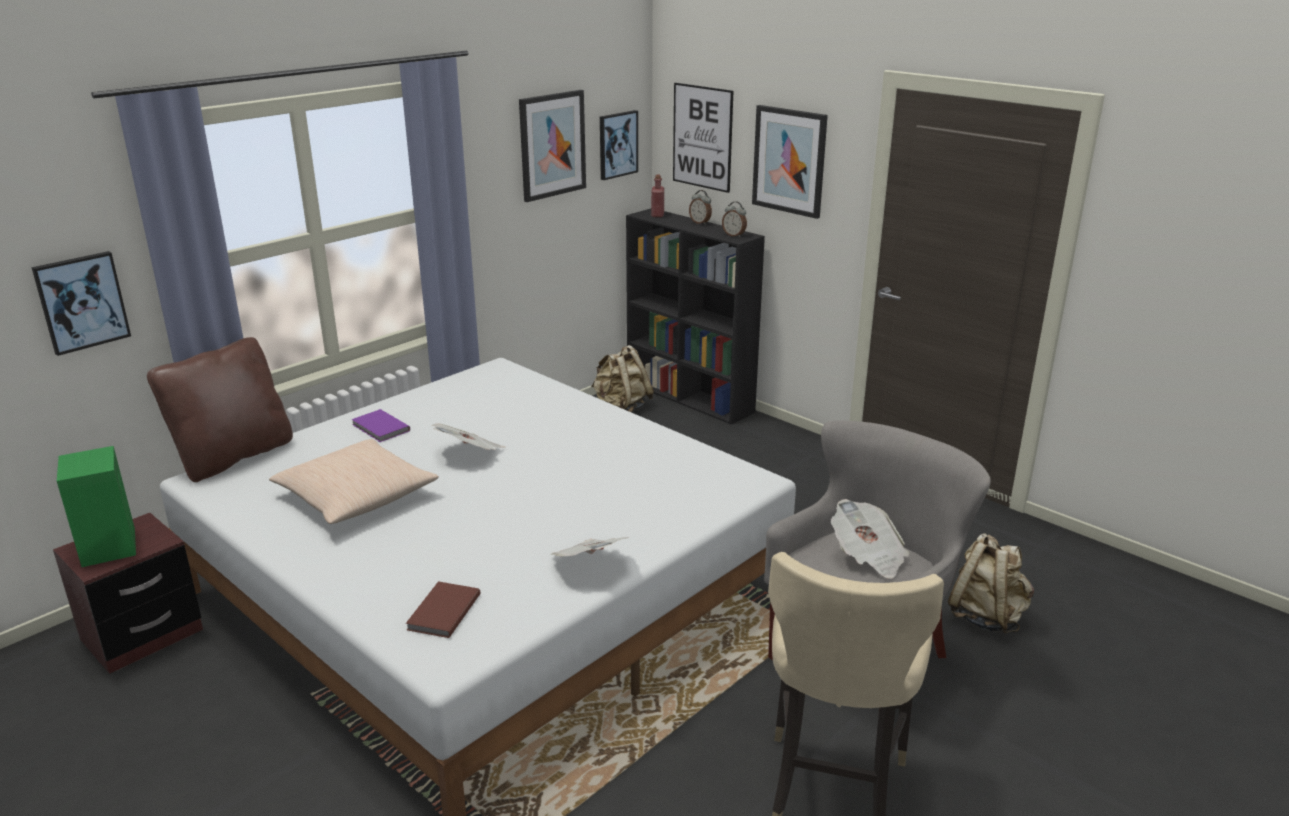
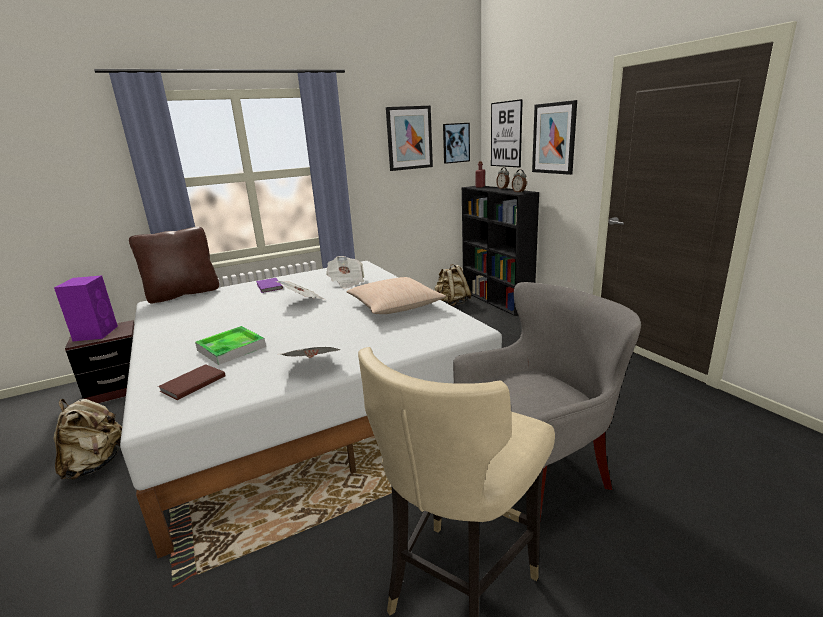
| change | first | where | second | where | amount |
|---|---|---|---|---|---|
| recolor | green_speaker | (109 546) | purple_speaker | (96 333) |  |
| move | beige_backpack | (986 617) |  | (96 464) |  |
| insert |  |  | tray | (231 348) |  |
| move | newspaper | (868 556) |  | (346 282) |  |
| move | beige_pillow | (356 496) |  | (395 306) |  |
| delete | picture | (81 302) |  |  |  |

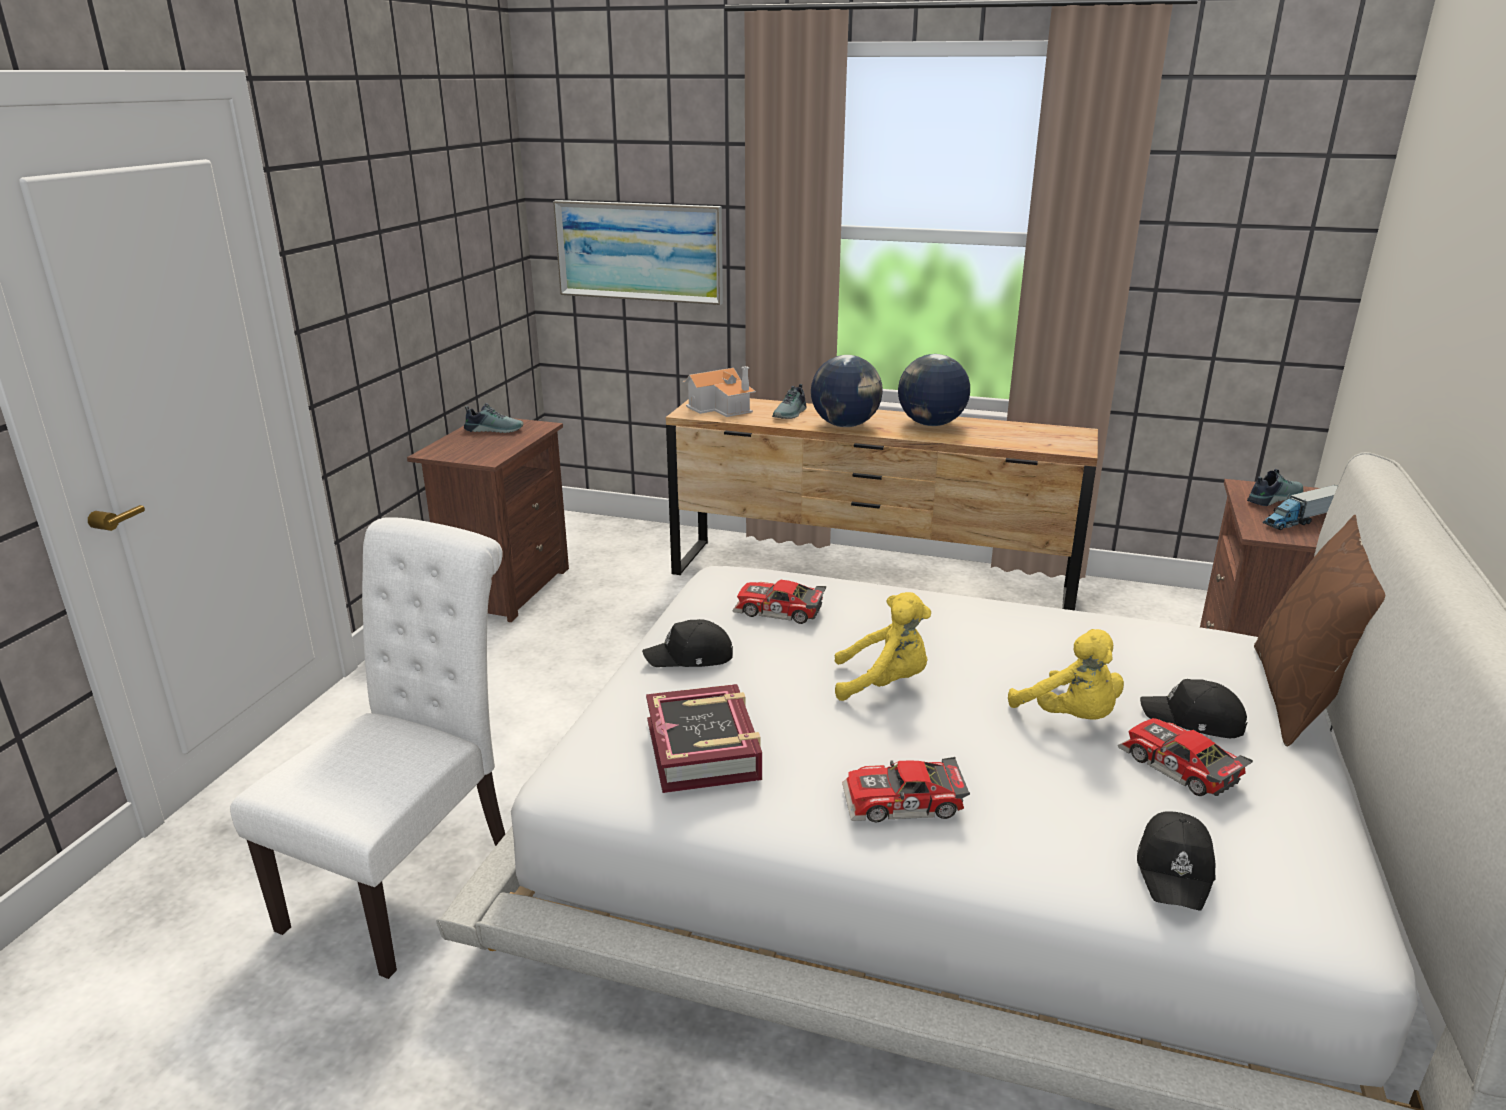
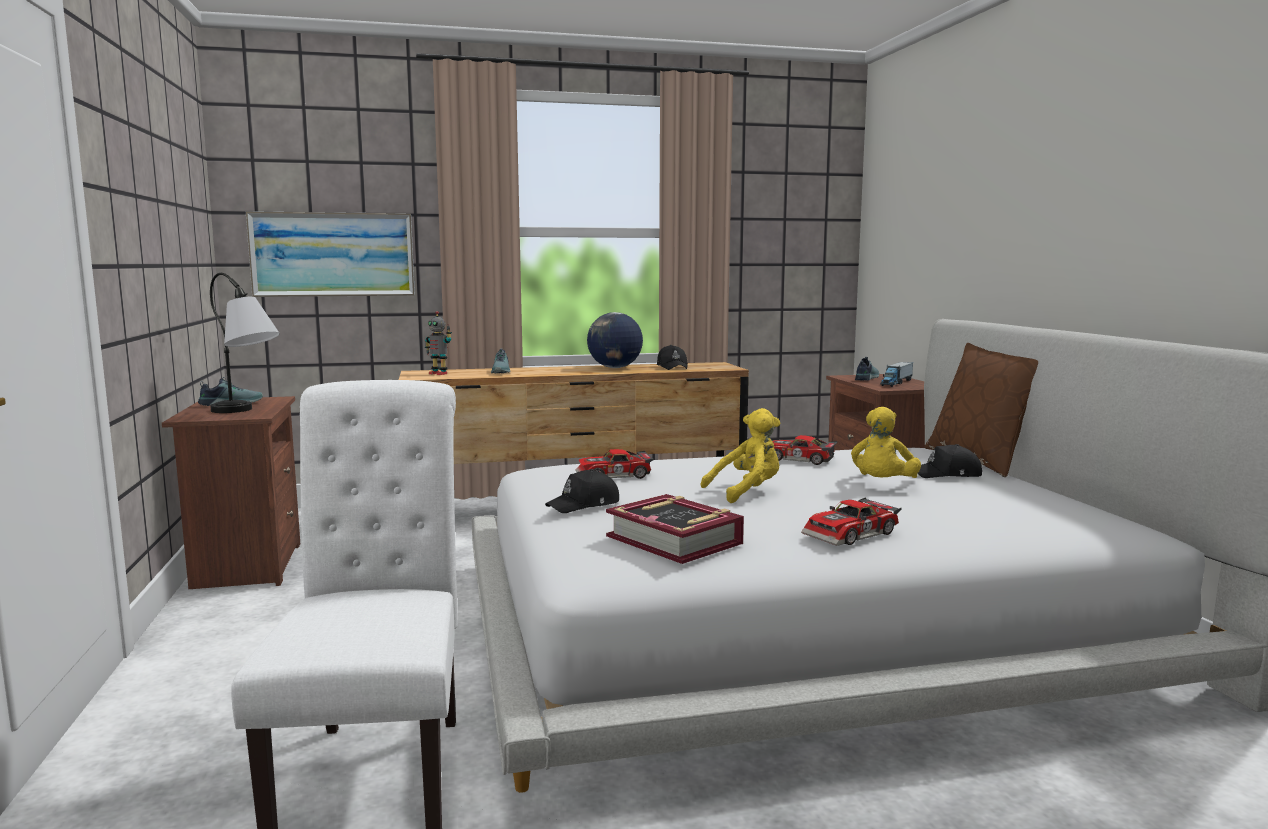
| change | first | where | second | where | amount |
|---|---|---|---|---|---|
| insert |  |  | table_lamp | (246 412) |  |
| replace | toy_house | (722 408) | toy_robot | (439 373) |  |
| move | black_cap | (1175 870) |  | (672 367) |  |
| move | toy_car | (1178 768) |  | (798 459) |  |
| rotate | yellow_plush_toy | (1070 718) |  | (883 485) | 90 degrees clockwise |
| delete | globe | (845 425) |  |  |  |

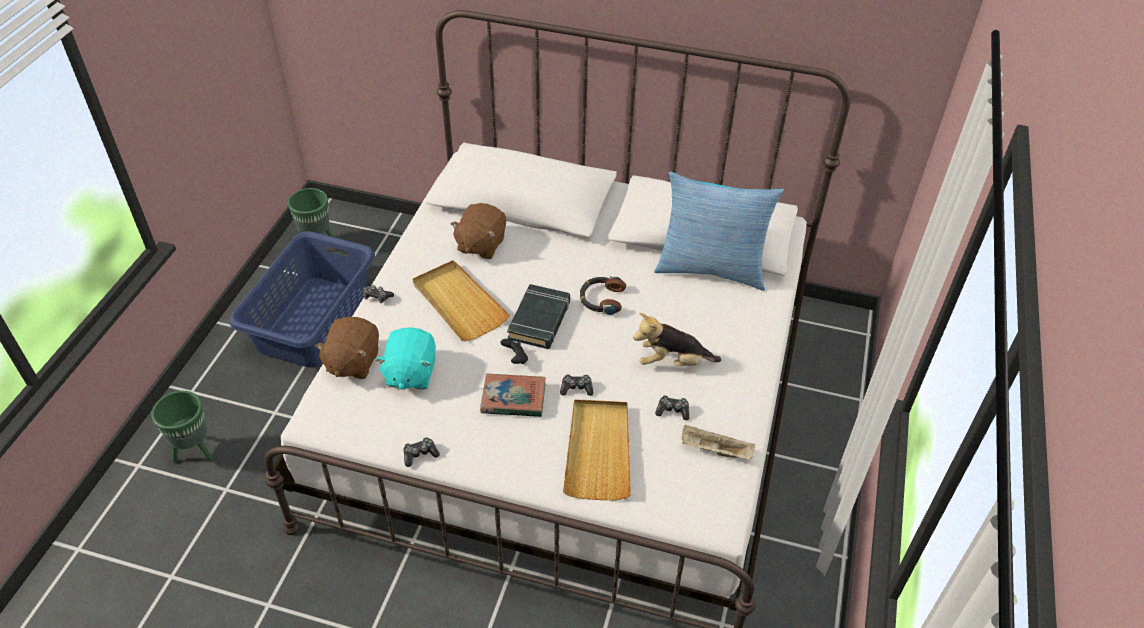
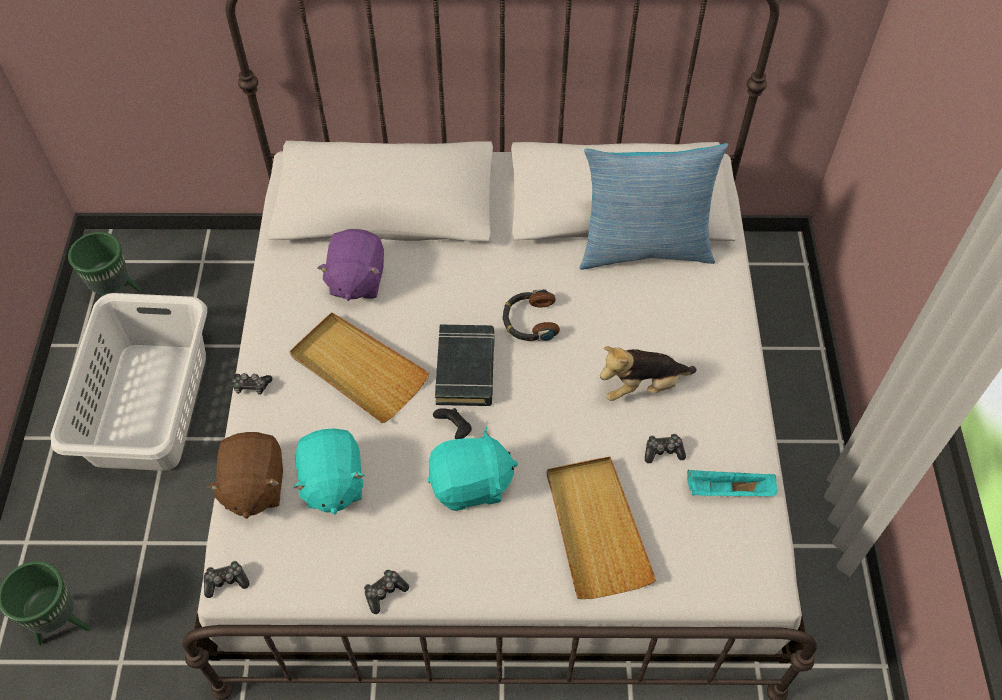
| change | first | where | second | where | amount |
|---|---|---|---|---|---|
| recolor | blue_laundry_basket | (314 321) | white_laundry_basket | (151 405) |  |
| move | game_controller | (576 388) |  | (226 581) |  |
| recolor | brown_plush_toy | (480 245) | purple_plush_toy | (356 280) |  |
| replace | book | (513 398) | turquoise_plush_toy | (471 485) |  |
| recolor | beige_tray | (714 450) | turquoise_tray | (727 491) |  |

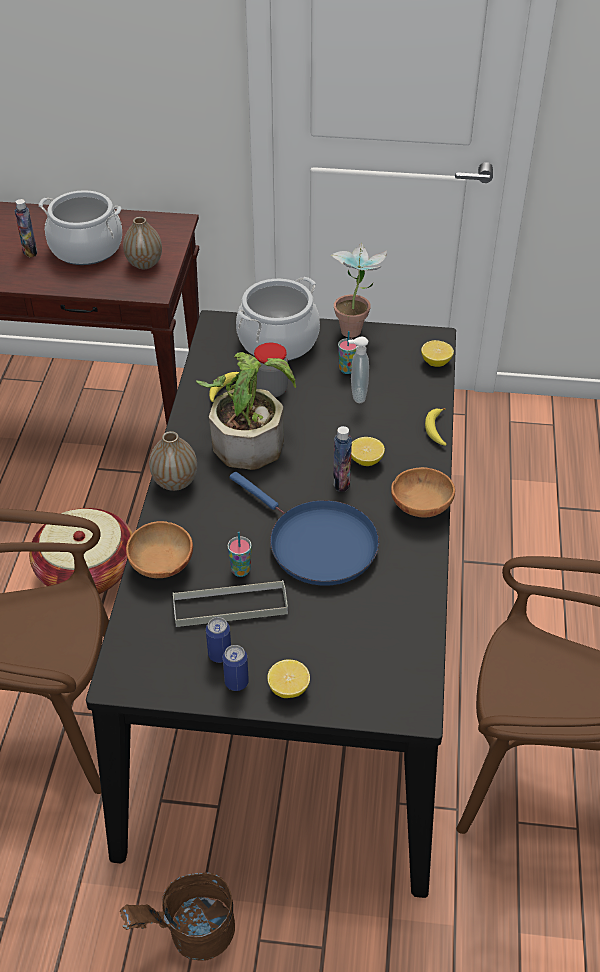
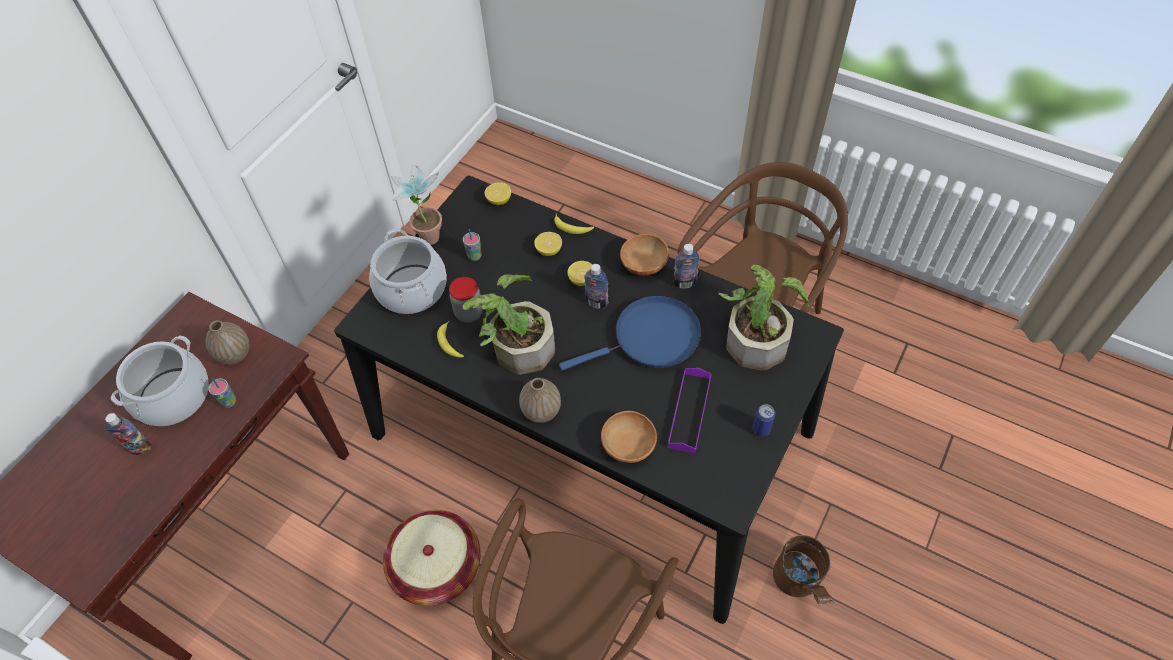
| change | first | where | second | where | amount |
|---|---|---|---|---|---|
| move | cup | (240 570) |  | (229 402) |  |
| move | lemon | (288 688) |  | (549 250) |  |
| recolor | grey_tray | (230 606) | purple_tray | (689 412) |  |
| insert |  |  | bottle | (684 283) |  |
| insert |  |  | potted_plant | (757 336) |  |
| delete | can | (220 654) |  |  |  |
| delete | soap_dispenser | (356 395) |  |  |  |

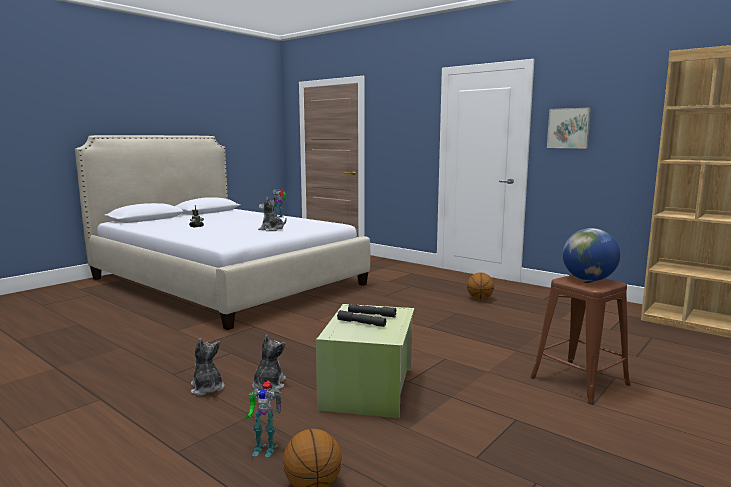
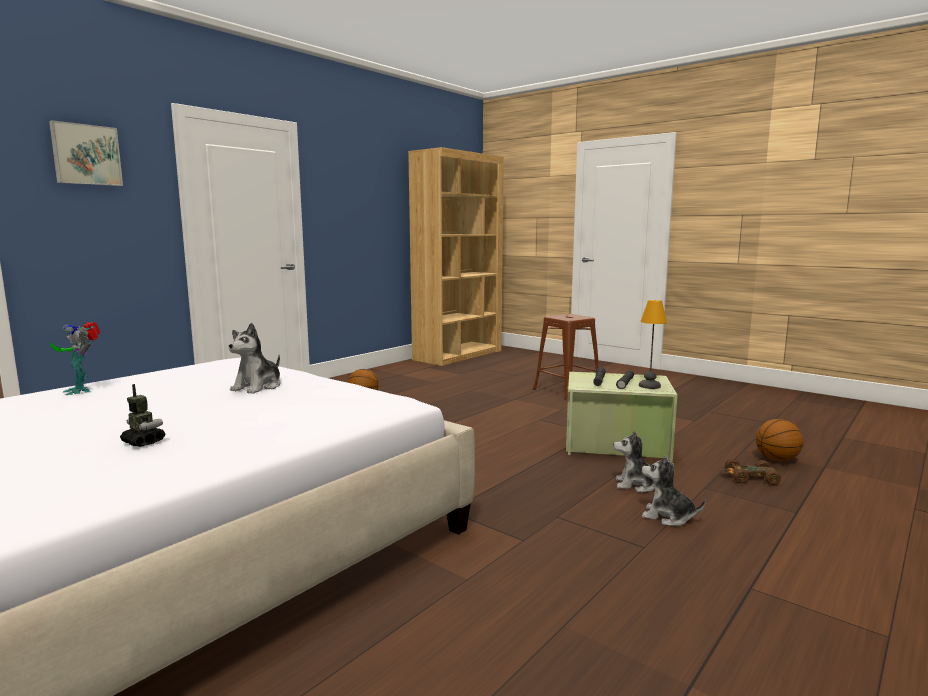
| change | first | where | second | where | amount |
|---|---|---|---|---|---|
| move | picture | (569 128) |  | (86 155) |  |
| insert |  |  | table_lamp | (648 386) |  |
| rotate | plush_toy | (207 388) |  | (667 517) | 60 degrees clockwise |
| replace | toy_robot | (264 447) | brown_toy_car | (750 478) |  |
| delete | globe | (588 280) |  |  |  |

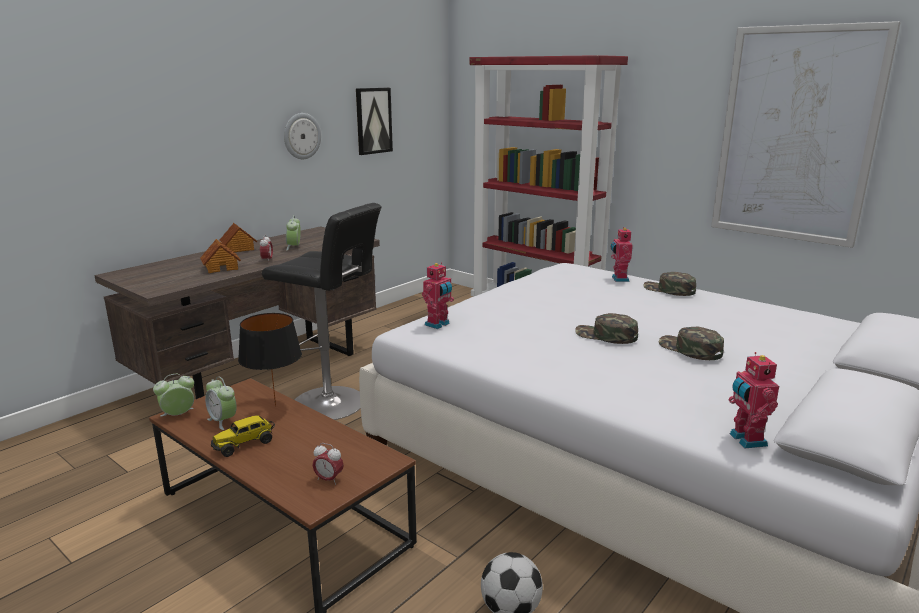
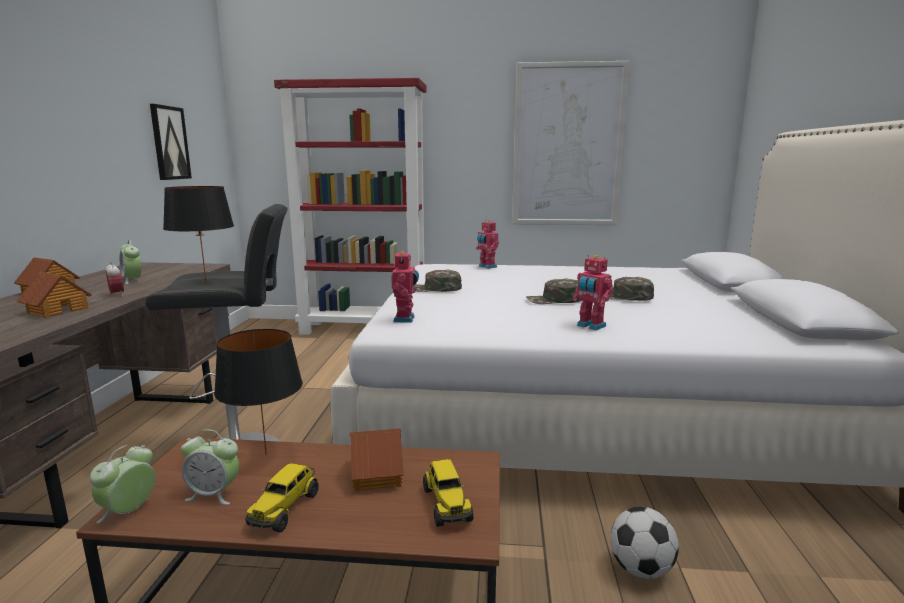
| change | first | where | second | where | amount |
|---|---|---|---|---|---|
| insert |  |  | black_table_lamp | (206 284) |  |
| insert |  |  | toy_house | (376 474) |  |
| move | green_cap | (669 290) |  | (435 289) |  |
| replace | alarm_clock | (329 479) | toy_truck | (446 504) |  |
| move | toy_robot | (745 440) |  | (590 326) |  |
| delete | wall_clock | (301 136) |  |  |  |

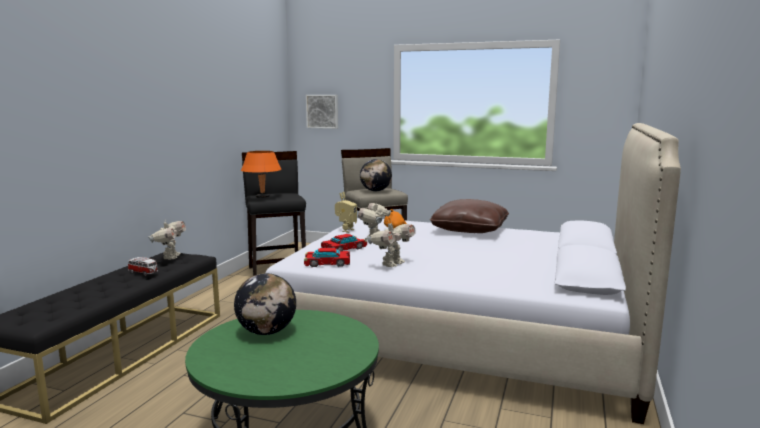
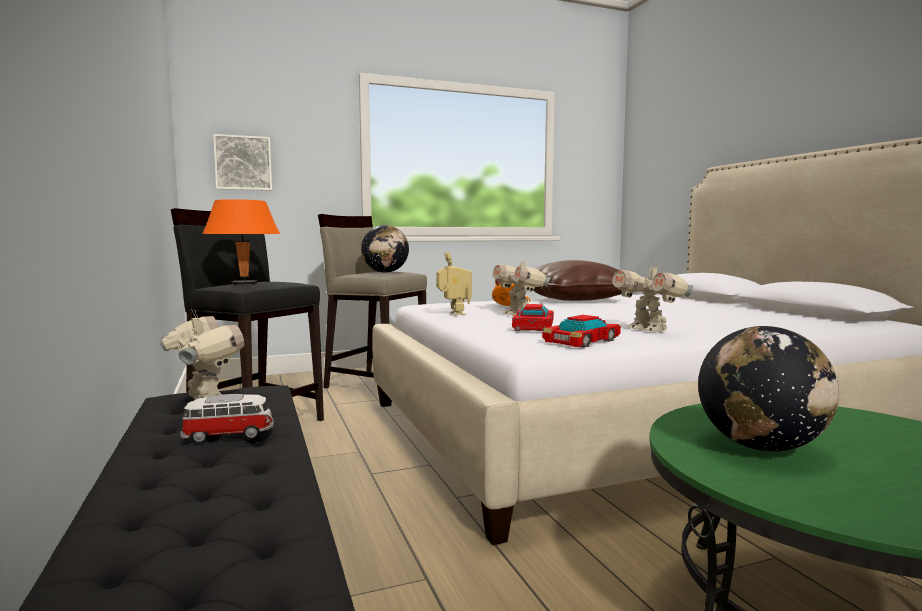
| change | first | where | second | where | amount |
|---|---|---|---|---|---|
| rotate | toy_robot | (391 264) |  | (649 330) | 150 degrees clockwise |

